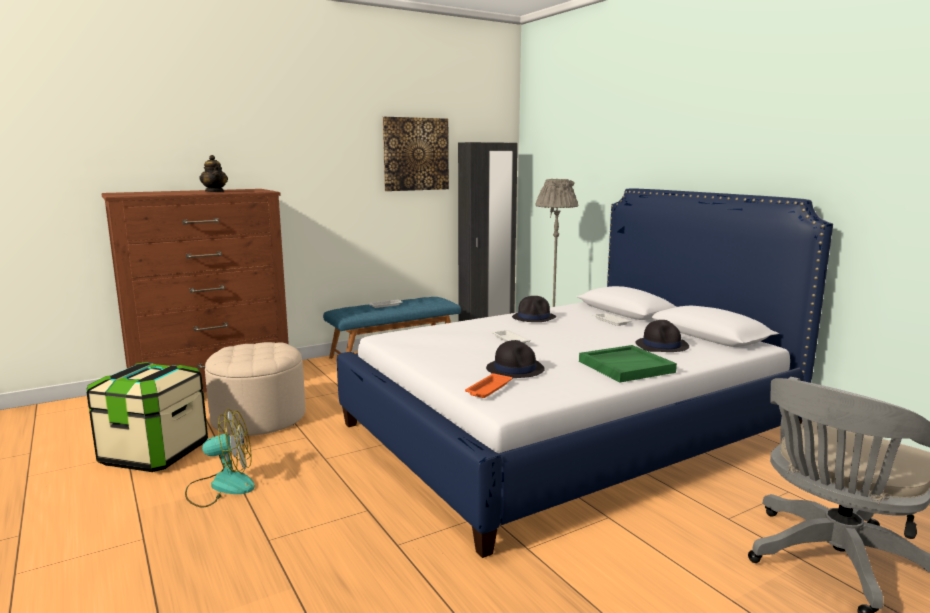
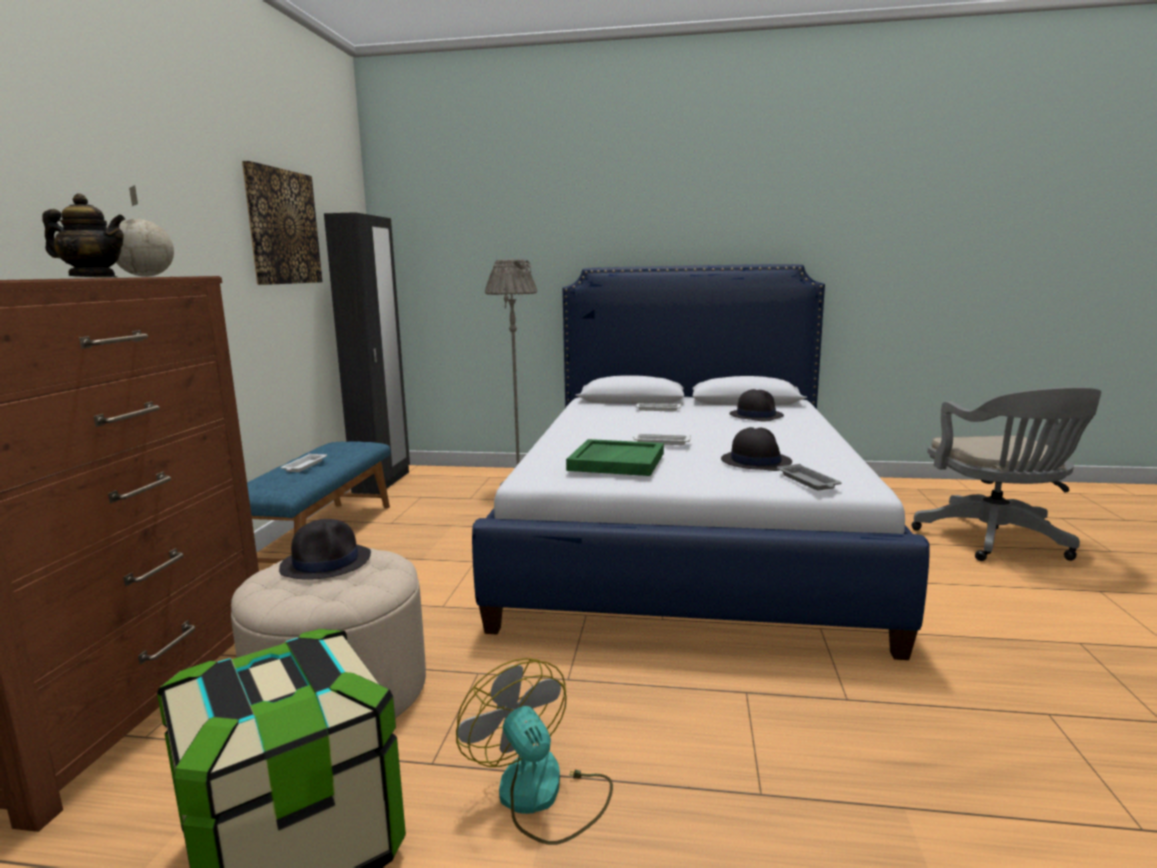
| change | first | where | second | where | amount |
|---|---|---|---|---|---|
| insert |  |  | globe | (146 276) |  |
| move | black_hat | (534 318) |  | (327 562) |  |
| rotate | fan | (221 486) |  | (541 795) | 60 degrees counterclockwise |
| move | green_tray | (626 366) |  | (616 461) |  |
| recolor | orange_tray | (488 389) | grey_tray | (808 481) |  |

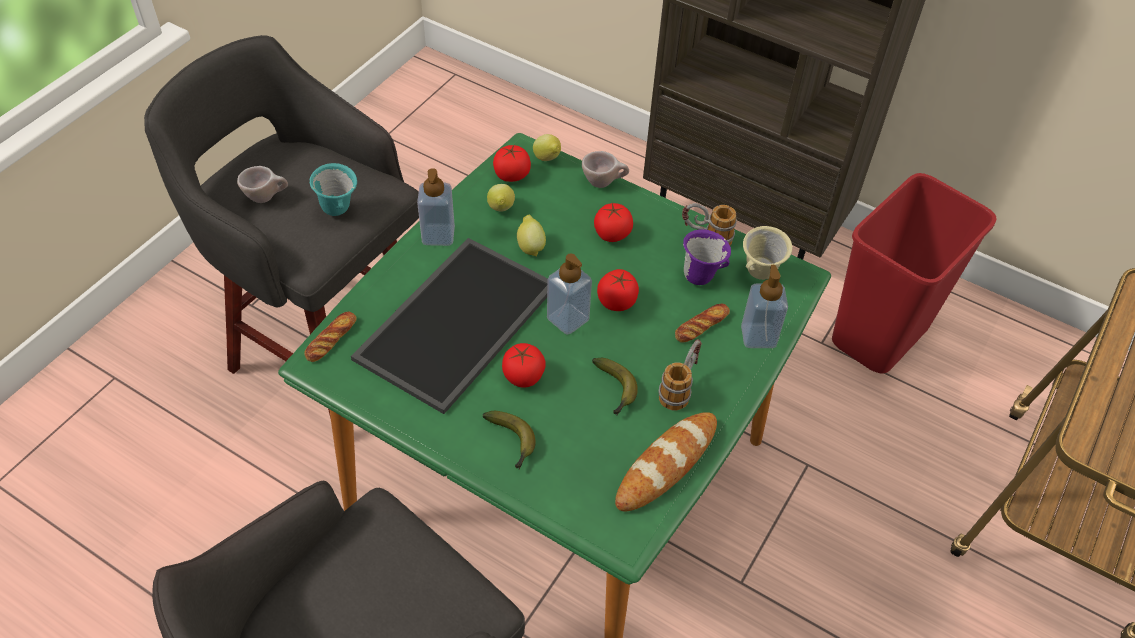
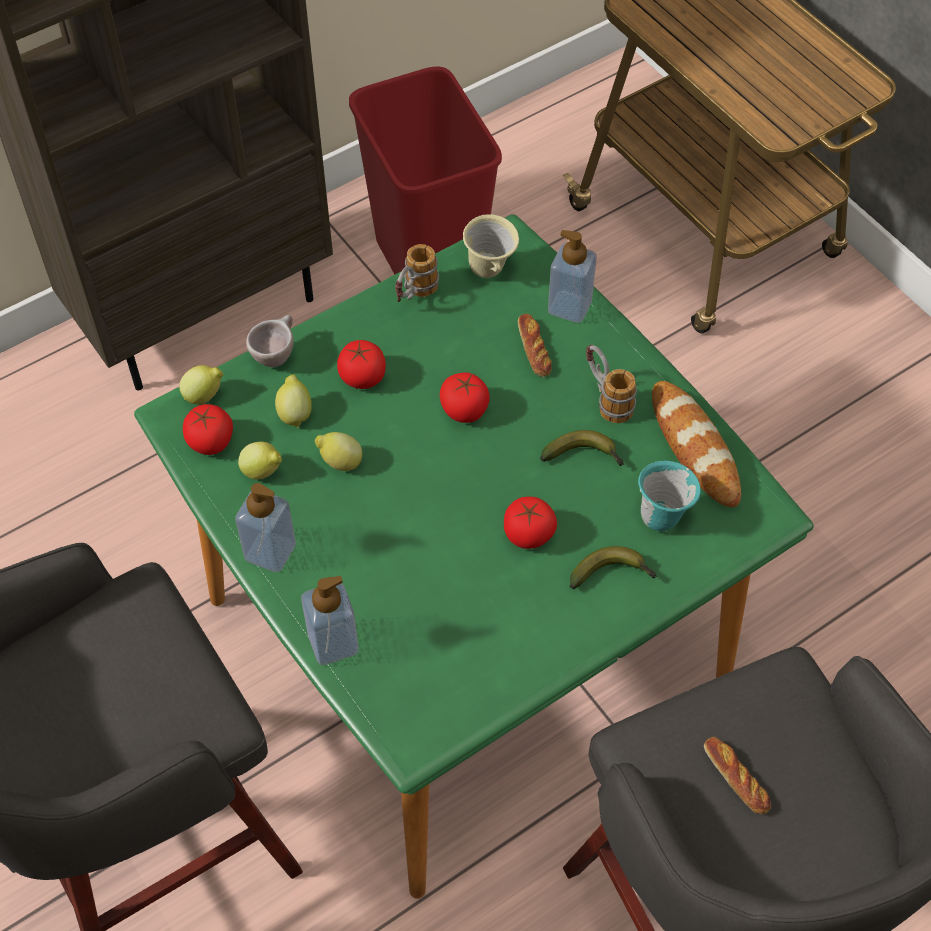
| change | first | where | second | where | amount |
|---|---|---|---|---|---|
| insert |  |  | lemon | (295 413) |  |
| move | soap_dispenser | (568 319) |  | (333 643) |  |
| move | turquoise_mug | (339 211) |  | (663 516) |  |
| move | bread | (331 339) |  | (735 778) |  |
| delete | beige_cup | (267 197) |  |  |  |
| delete | tray | (455 319) |  |  |  |
| delete | purple_mug | (701 276) |  |  |  |

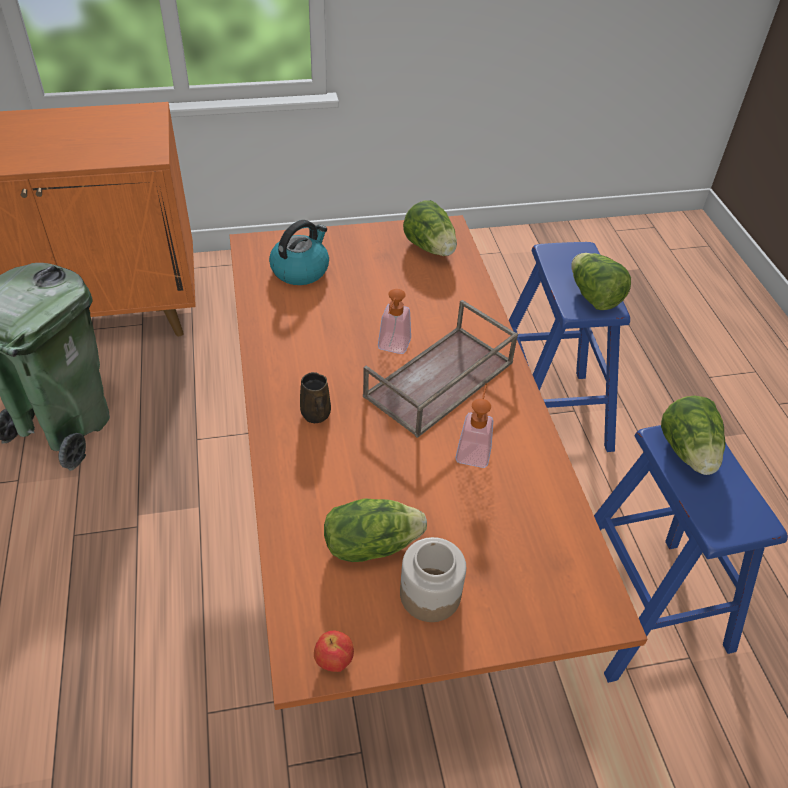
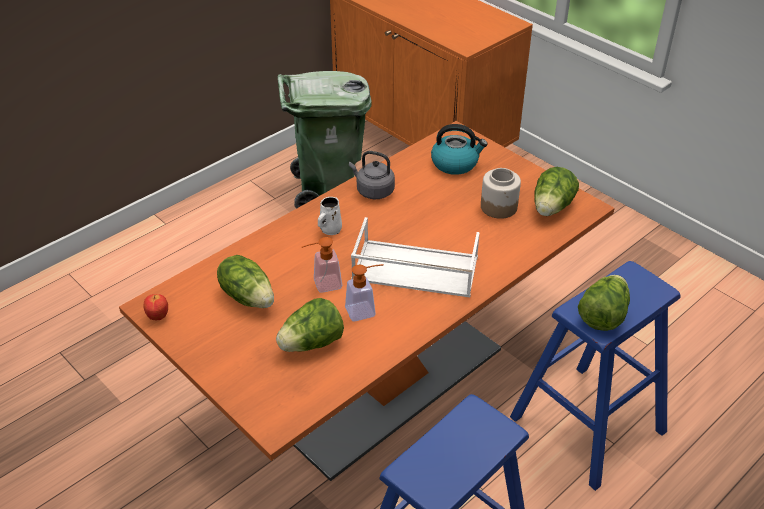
| change | first | where | second | where | amount |
|---|---|---|---|---|---|
| move | lettuce | (688 452) |  | (312 343) |  |
| move | soap_dispenser | (392 348) |  | (322 284) |  |
| recolor | brown_mug | (316 415) | white_mug | (330 230) |  |
| insert |  |  | grey_kettle | (373 191) |  |
| recolor | brown_tray | (439 381) | white_tray | (414 269) |  |
| move | jar | (430 594) |  | (499 207) |  |

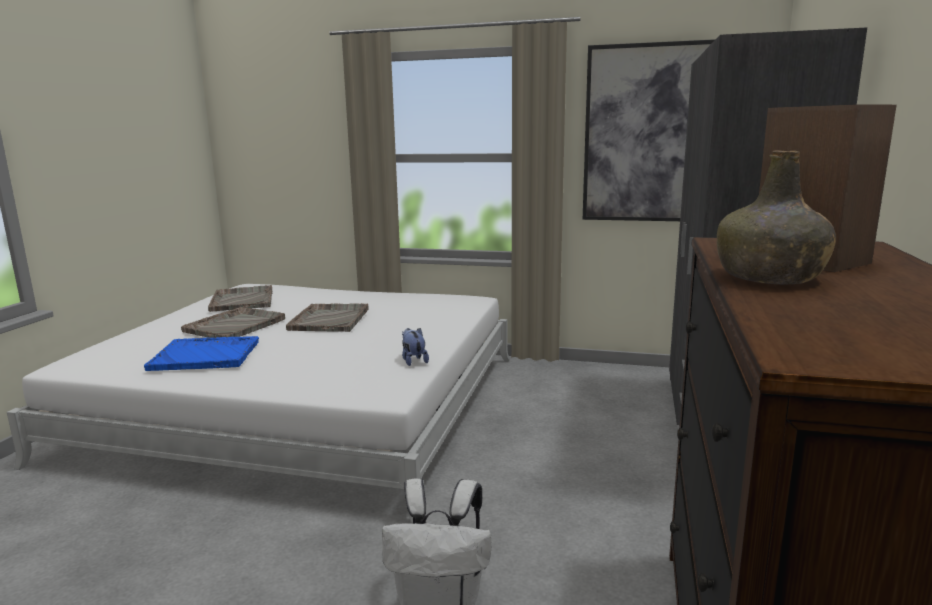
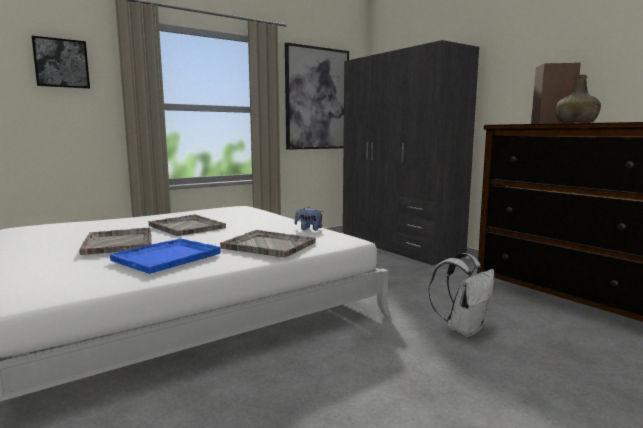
| change | first | where | second | where | amount |
|---|---|---|---|---|---|
| insert |  |  | picture | (61 63) |  |
| move | grey_tray | (242 300) |  | (268 245) |  |

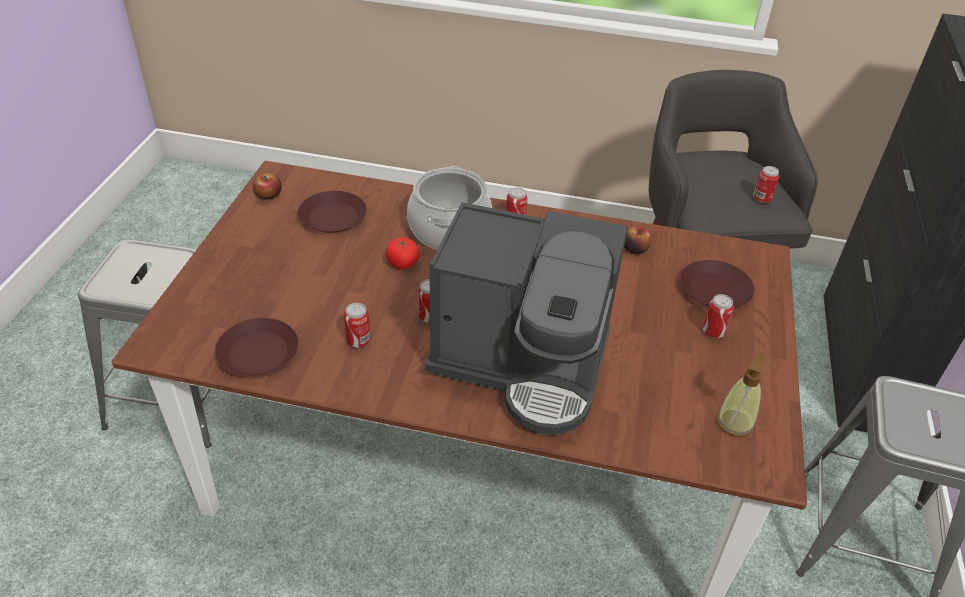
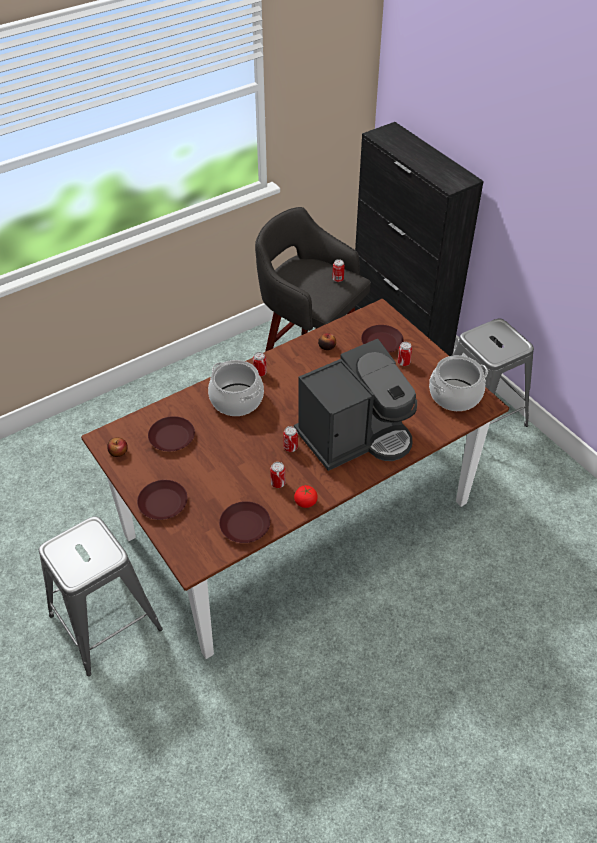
| change | first | where | second | where | amount |
|---|---|---|---|---|---|
| insert |  |  | brown_plate | (163 503) |  |
| move | tomato | (402 264) |  | (305 502) |  |
| replace | soap_dispenser | (735 422) | cooking_pot | (455 395) |  |

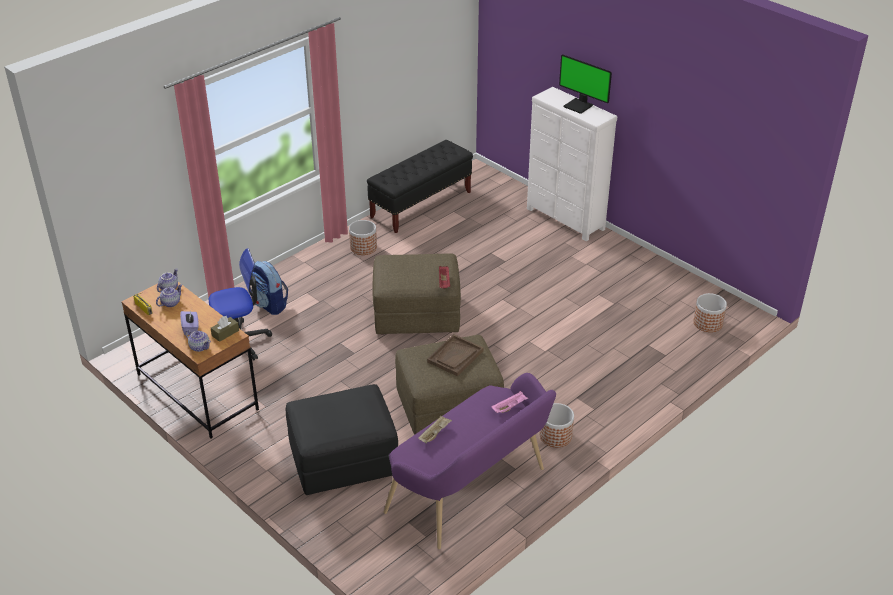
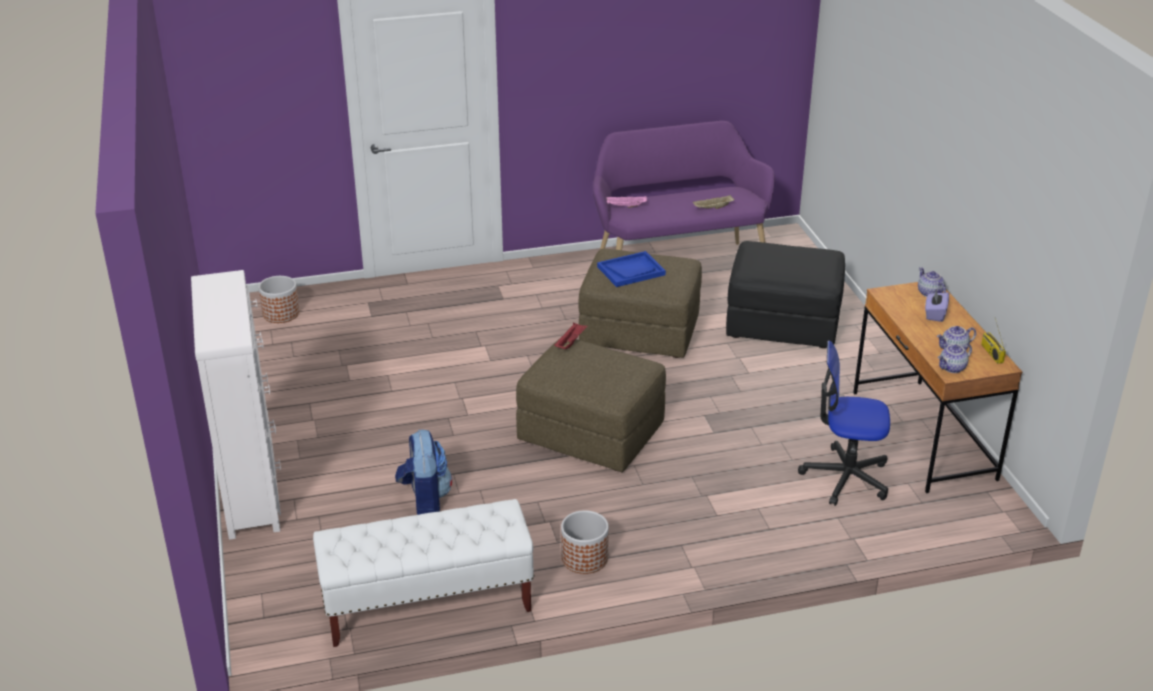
| change | first | where | second | where | amount |
|---|---|---|---|---|---|
| recolor | black_bench | (421 205) | white_bench | (427 605) |  |
| move | backpack | (270 305) |  | (425 499) |  |
| recolor | brown_tray | (455 356) | blue_tray | (631 271) |  |
| delete | brown_tissue_box | (225 333) |  |  |  |
| delete | planter | (556 436) |  |  |  |
| delete | monitor | (579 106) |  |  |  |

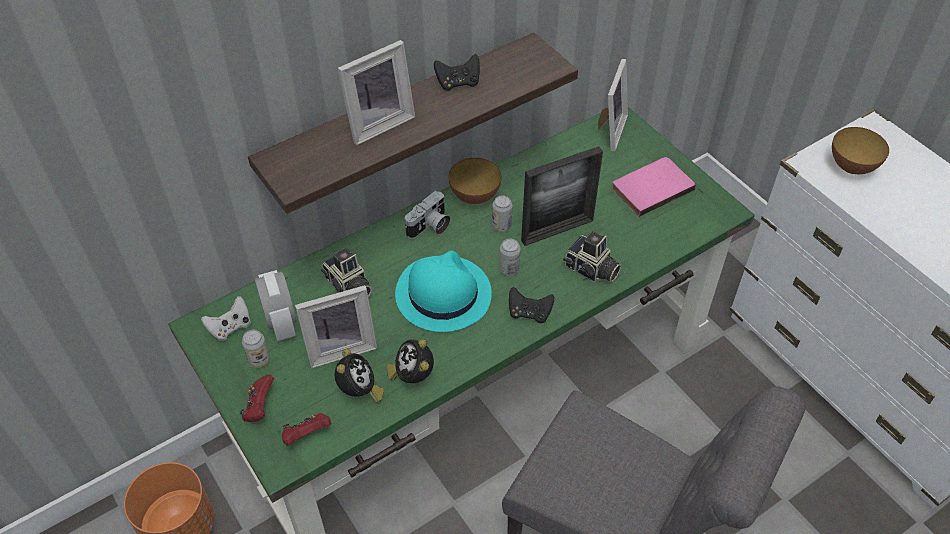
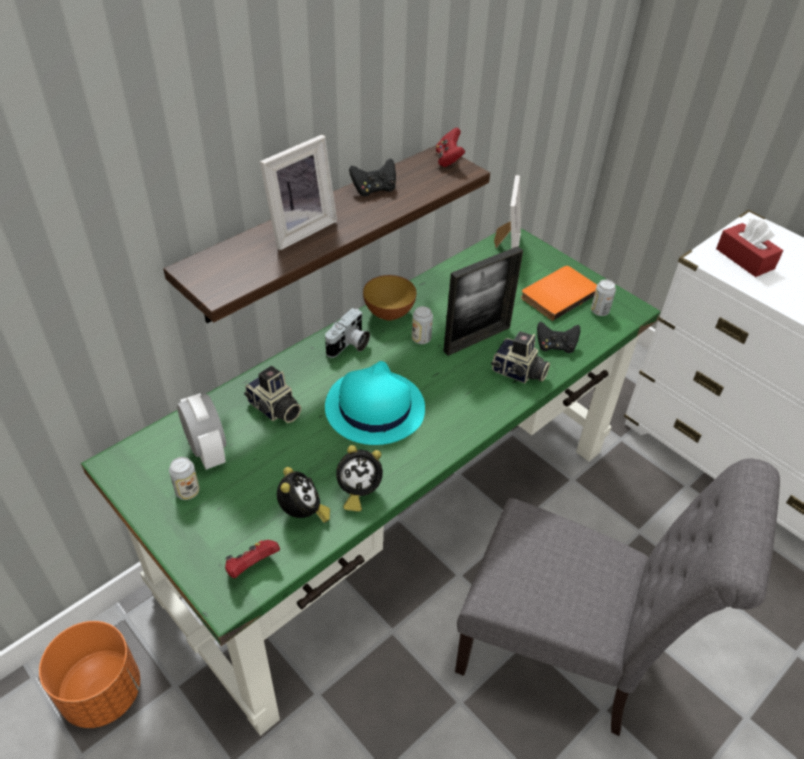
| change | first | where | second | where | amount |
|---|---|---|---|---|---|
| rotate | alarm_clock | (412 375) |  | (357 491) | 75 degrees counterclockwise |
| move | red_game_controller | (259 407) |  | (448 159) |  |
| recolor | pink_book | (650 187) | orange_book | (557 294) |  |
| move | black_game_controller | (529 313) |  | (555 346) |  |
| move | can | (509 269) |  | (599 311) |  |
| replace | bowl | (851 167) | red_tissue_box | (744 259) |  |
| delete | white_game_controller | (230 327) |  |  |  |
| delete | picture_frame | (340 346) |  |  |  |

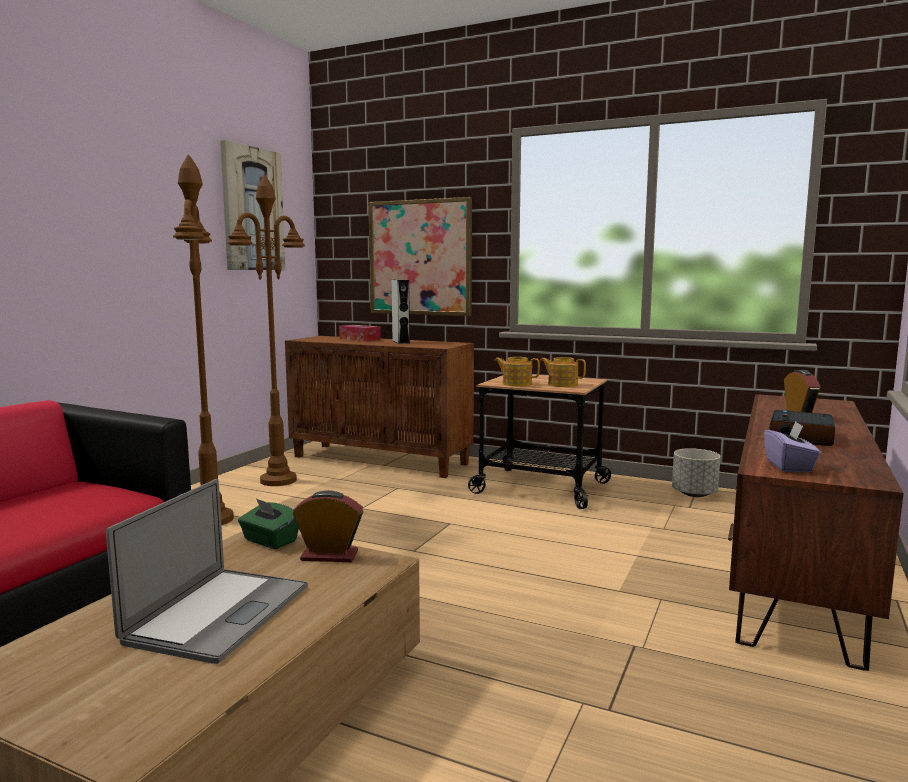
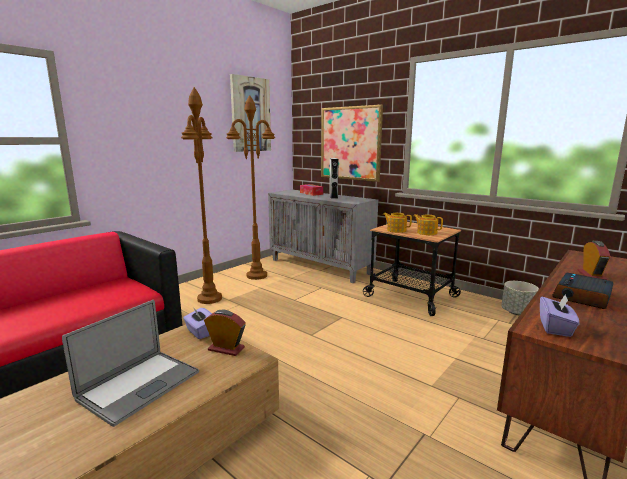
| change | first | where | second | where | amount |
|---|---|---|---|---|---|
| recolor | green_tissue_box | (270 541) | purple_tissue_box | (200 332) |  |
| recolor | brown_cabinet | (381 460) | grey_cabinet | (320 267) |  |

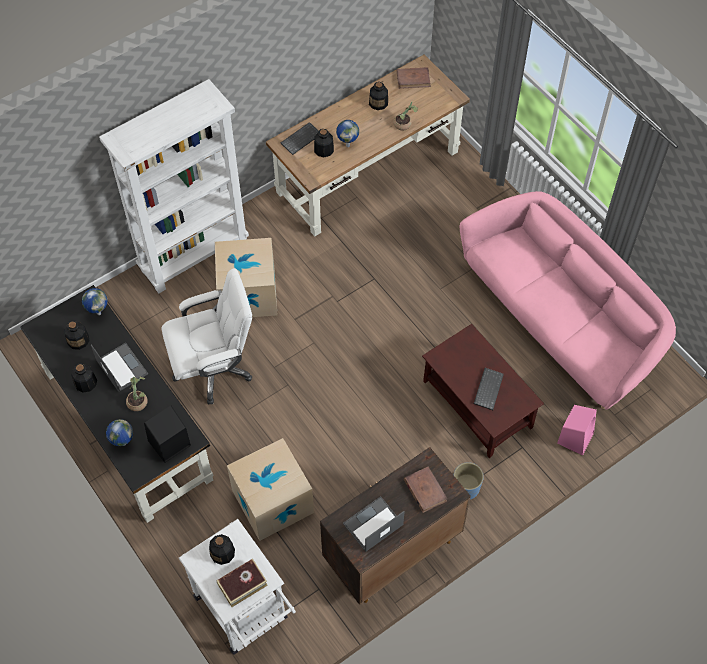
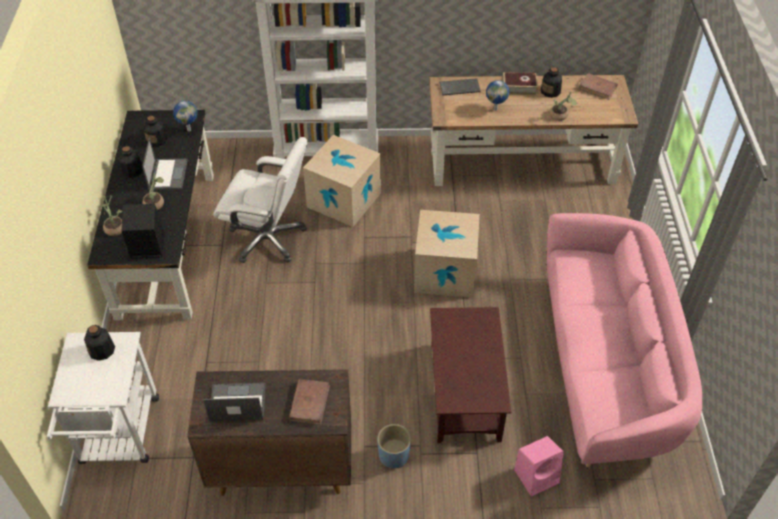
| change | first | where | second | where | amount |
|---|---|---|---|---|---|
| replace | globe | (123 443) | potted_plant | (115 227) |  |
| move | cardboard_box | (272 501) |  | (445 272) |  |
| move | book | (242 584) |  | (519 87) |  |
| delete | bottle | (323 150) |  |  |  |
| delete | keyboard | (487 388) |  |  |  |

